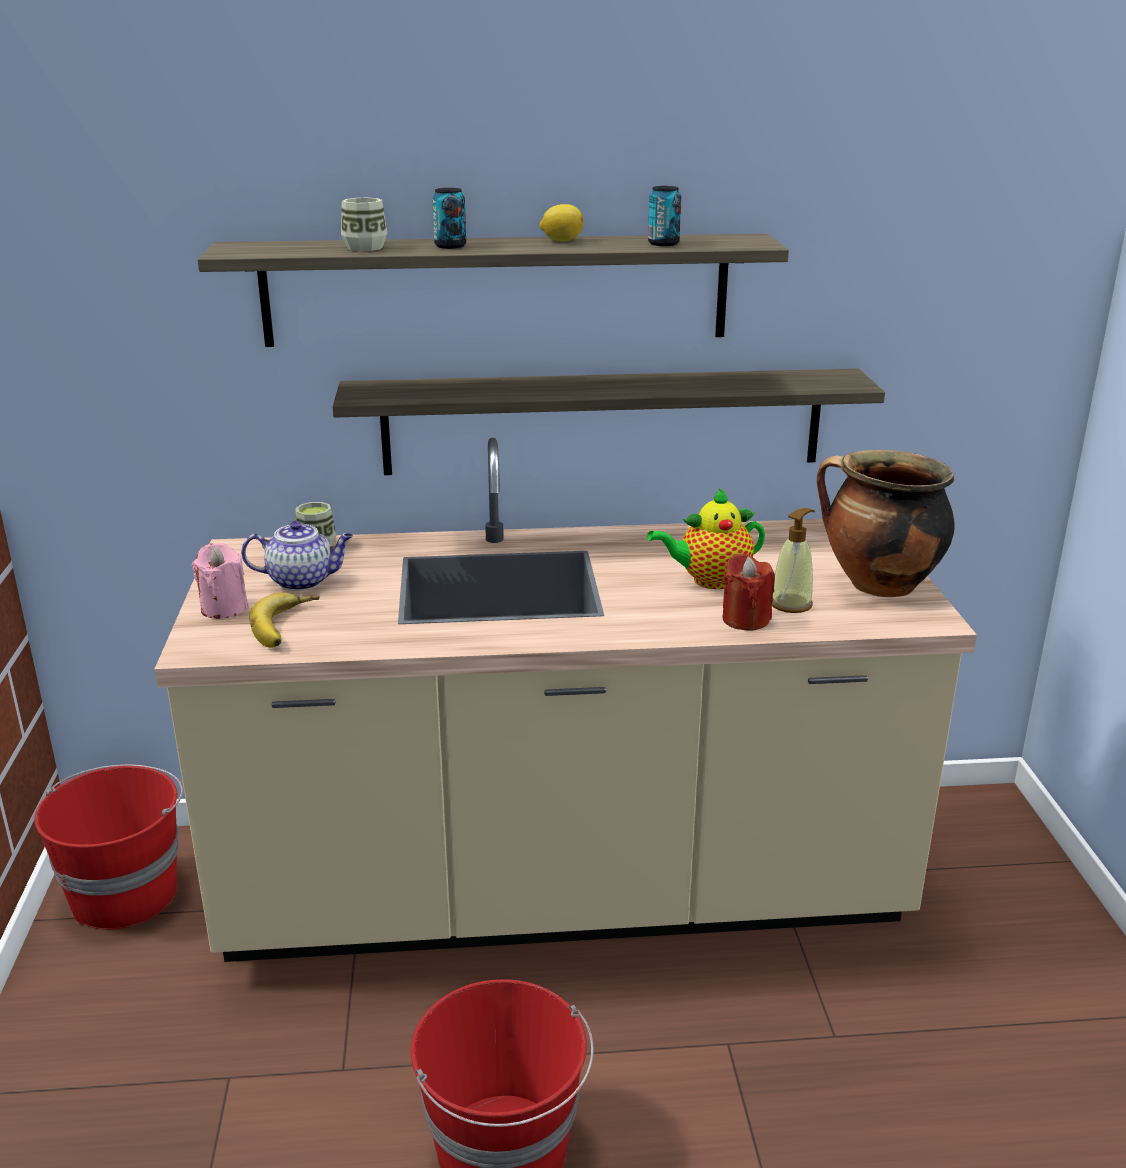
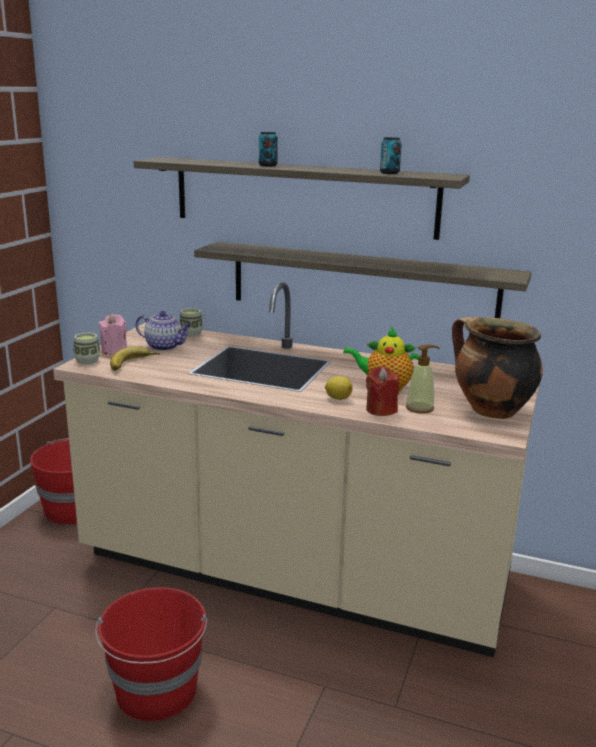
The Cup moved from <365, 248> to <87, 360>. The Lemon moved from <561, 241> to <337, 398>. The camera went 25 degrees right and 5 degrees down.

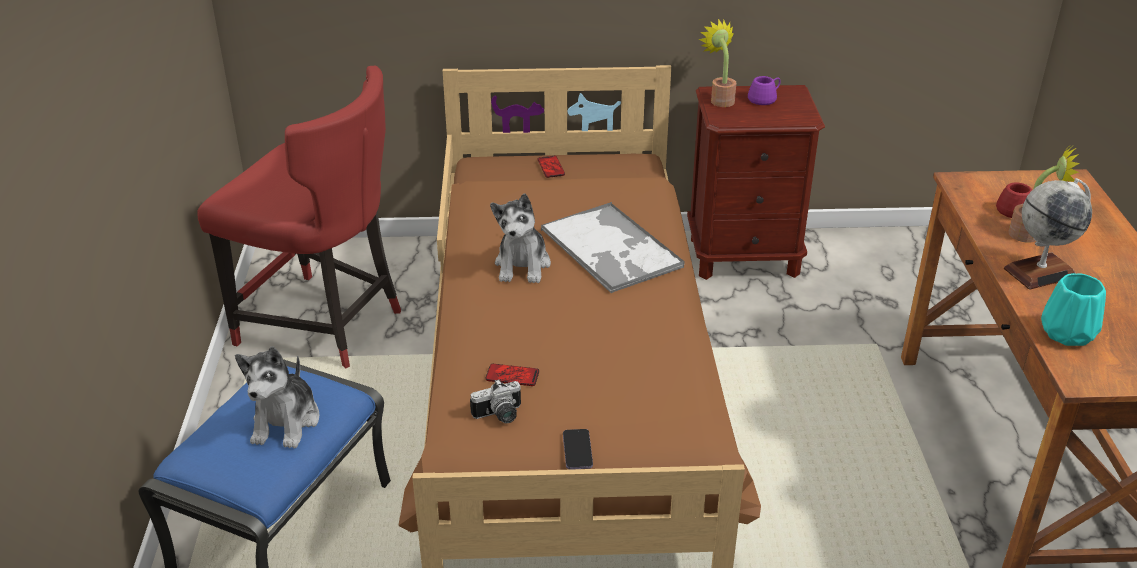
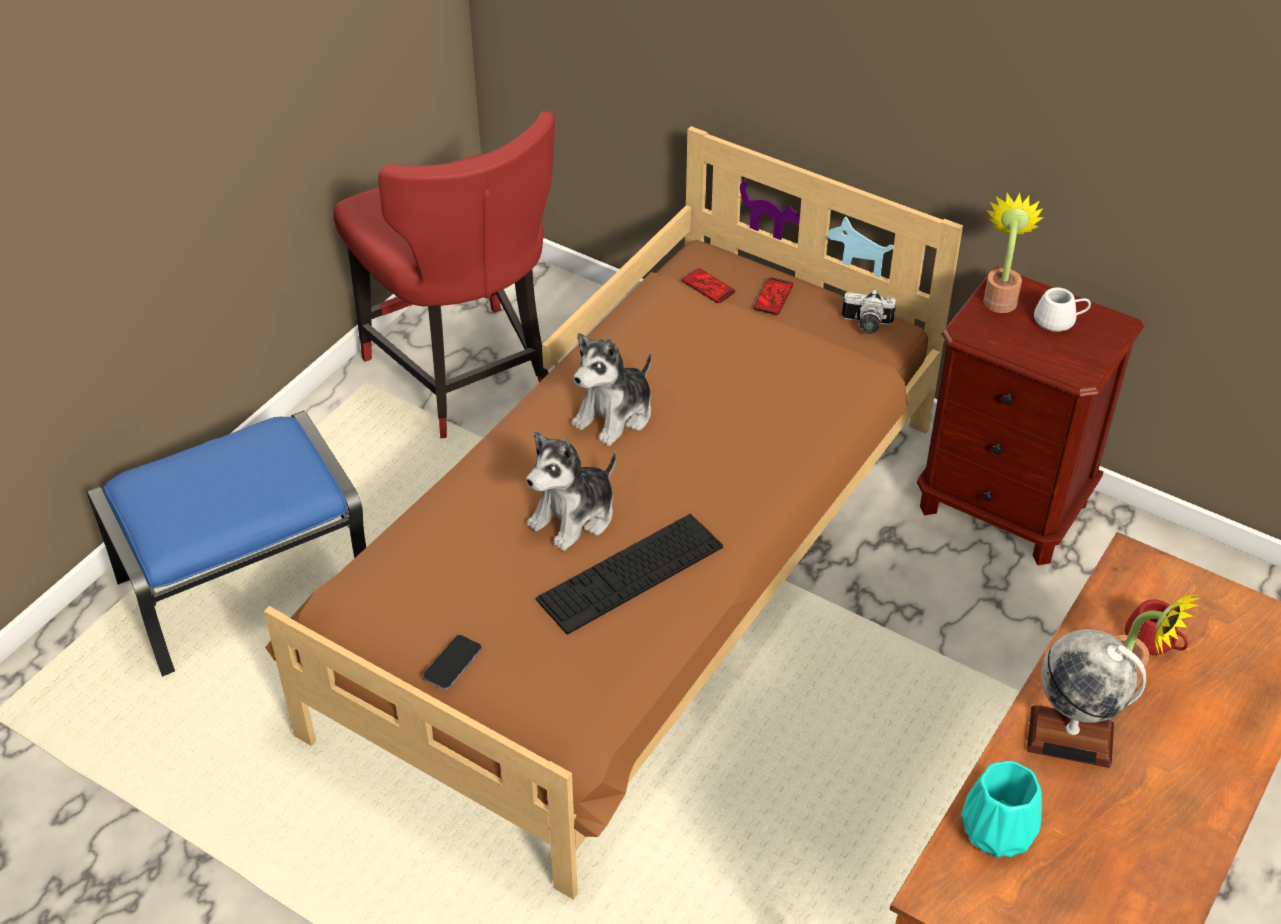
The CarryingTray at <612, 249> disappeared. The Keyboard at <630, 573> appeared. The CuddlyToy moved from <286, 422> to <574, 516>. The StillCamera moved from <499, 416> to <866, 325>. The Handset moved from <512, 376> to <708, 287>. The PurpleColouredTeaMug at <765, 99> became the WhiteTeaMug at <1060, 320>. The camera went 35 degrees right and 10 degrees up.

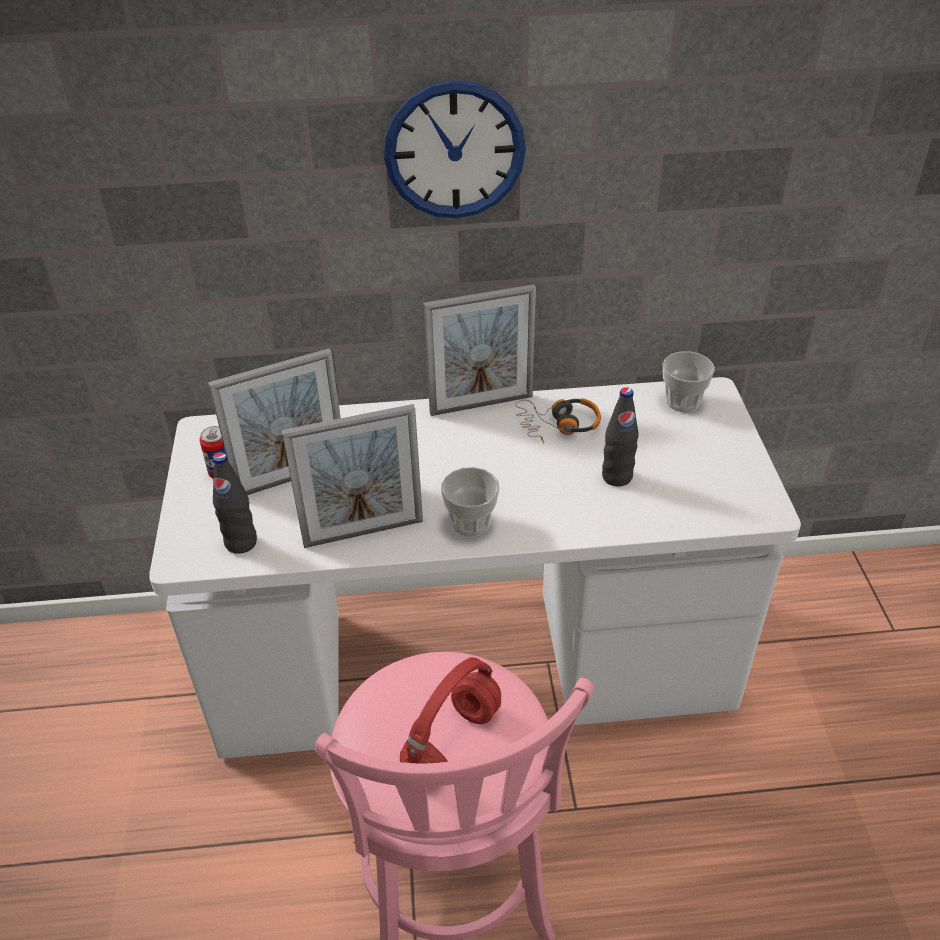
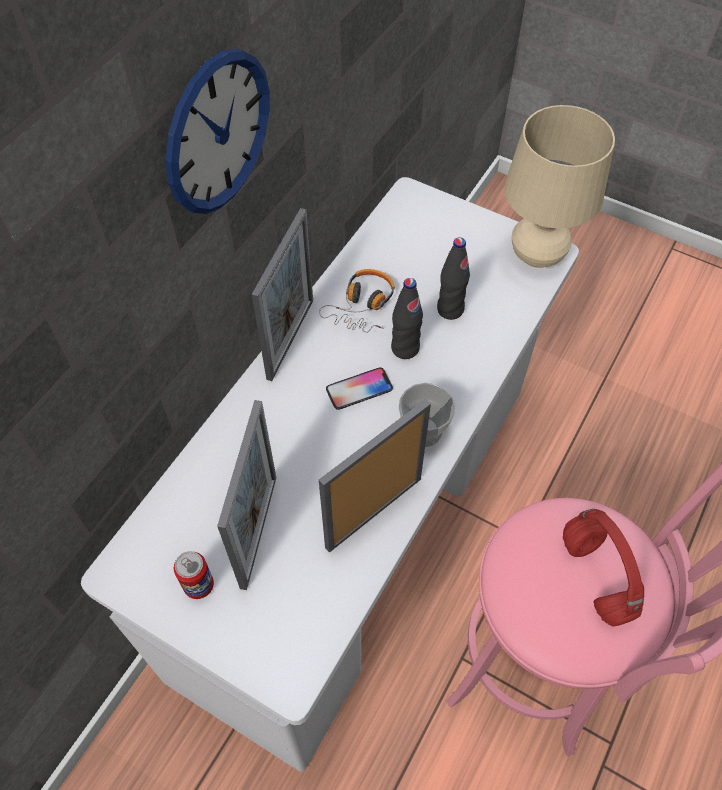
The Cup at <682, 401> disappeared. The Handset at <359, 389> appeared. The SandColouredTabletopLamp at <536, 256> appeared. The BlackColouredBottle moved from <241, 542> to <405, 348>. The PictureFrame at <363, 532> turned 150 degrees counterclockwise. The camera went 55 degrees left and 15 degrees up.

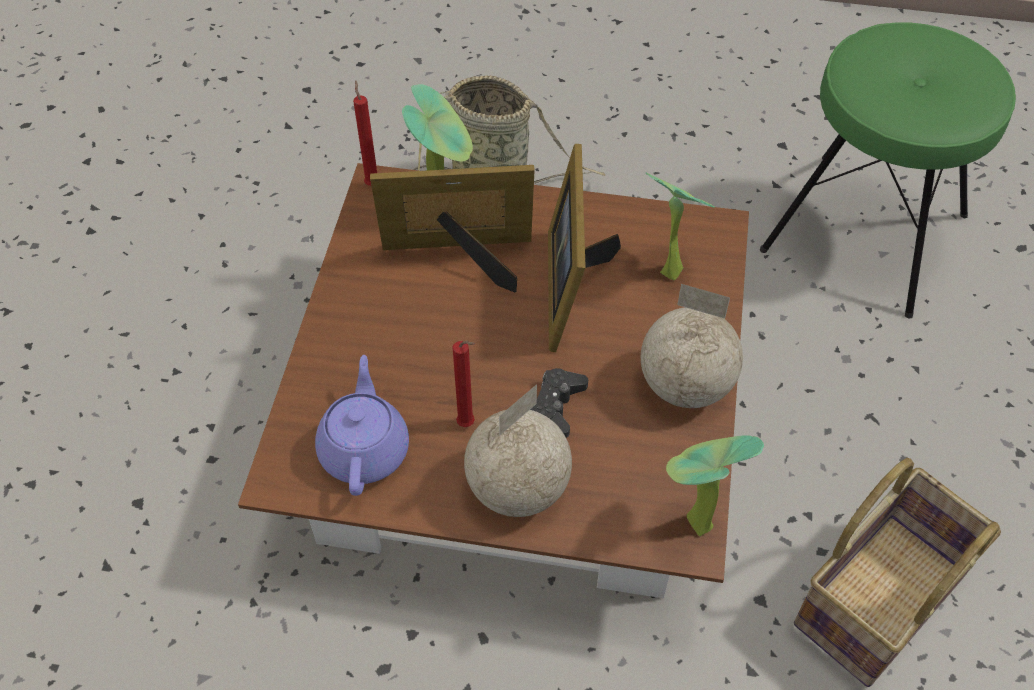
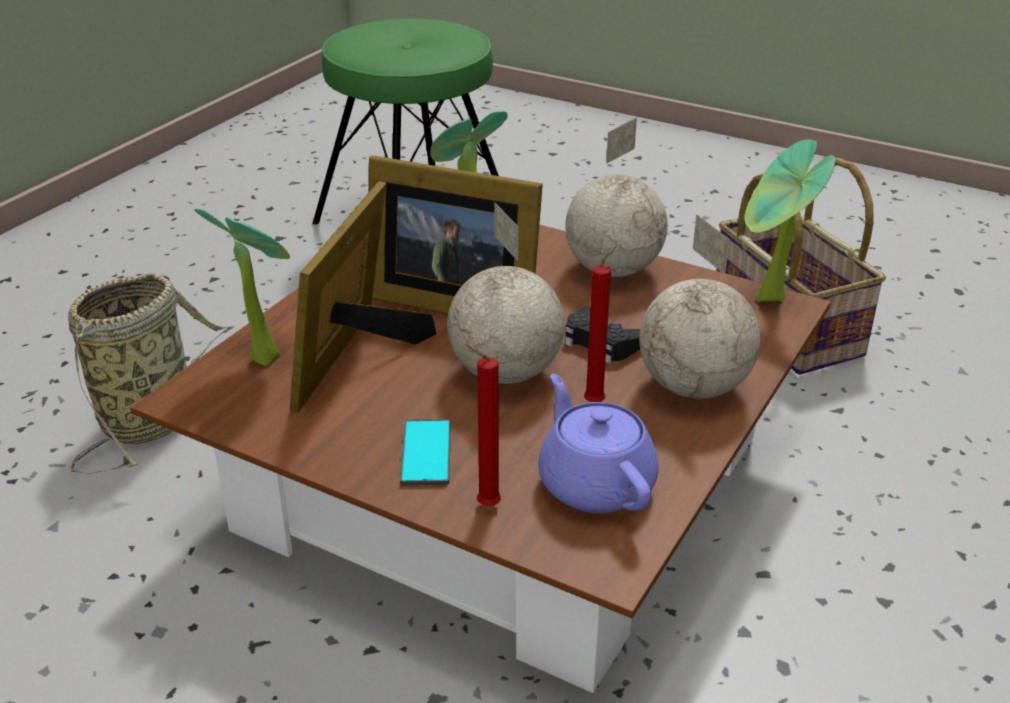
The Handset at <426, 453> appeared. The Globe at <505, 374> appeared. The RedColouredWaxCandle moved from <372, 183> to <484, 505>. The PurpleColouredPotForTea at <365, 449> turned 45 degrees clockwise. The camera went 70 degrees left and 20 degrees down.

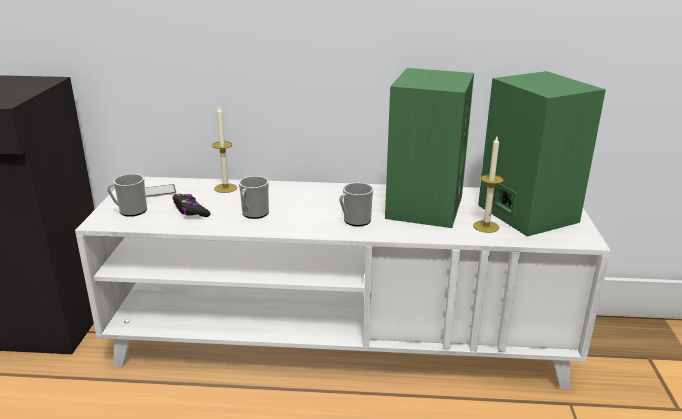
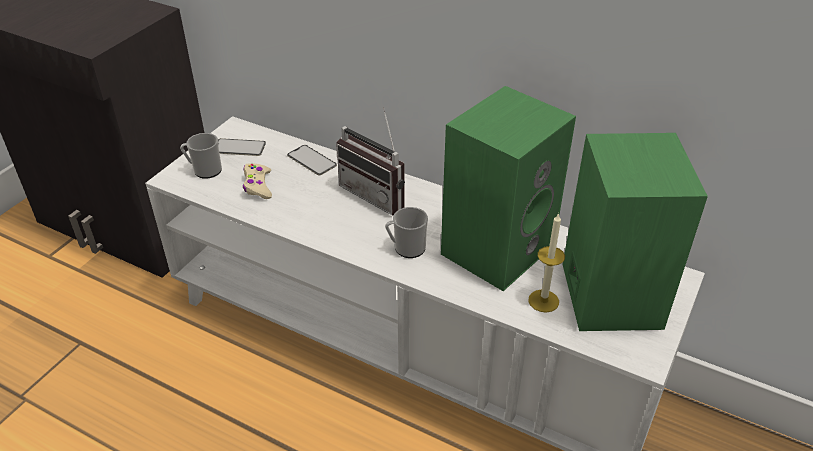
The TeaMug at <253, 214> disappeared. The RadioSet at <378, 194> appeared. The WaxCandle at <225, 188> was replaced by the Handset at <312, 160>. The BlackColouredGameController at <190, 211> became the SandColouredGameController at <258, 186>. The camera went 25 degrees right and 15 degrees up.

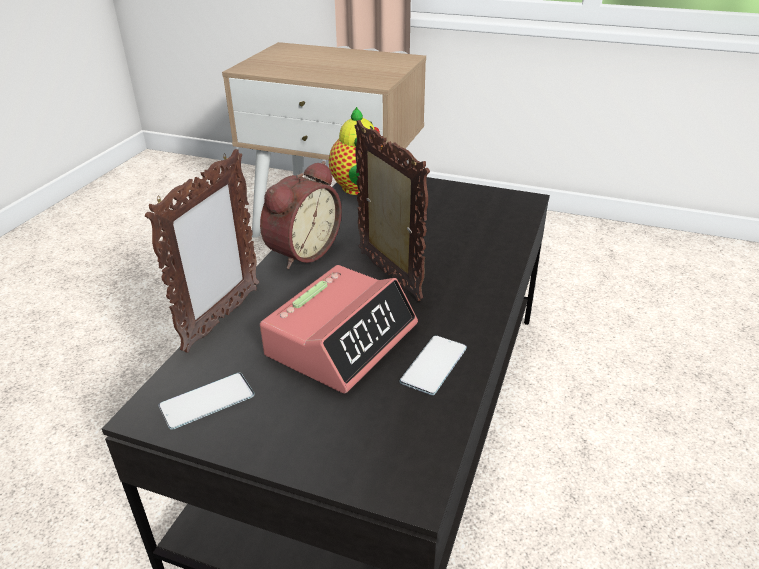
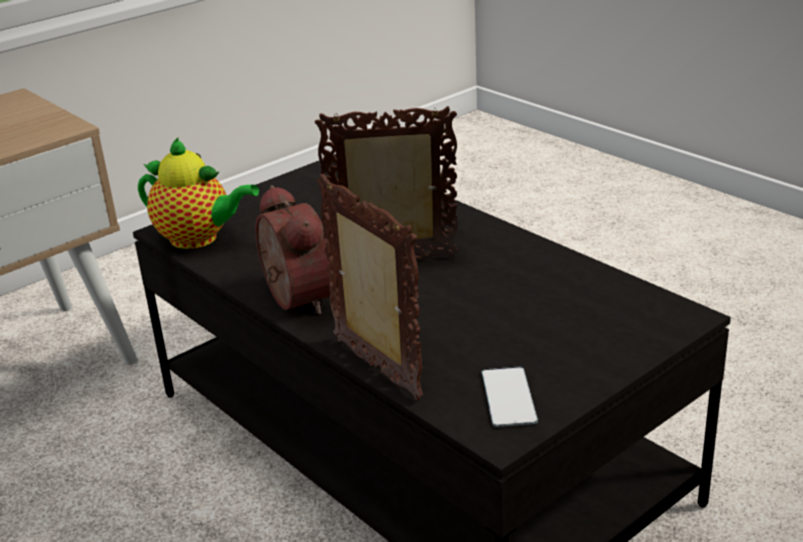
The AlarmClock at <342, 340> disappeared. The Handset at <434, 365> disappeared. The camera went 60 degrees left and 5 degrees down.

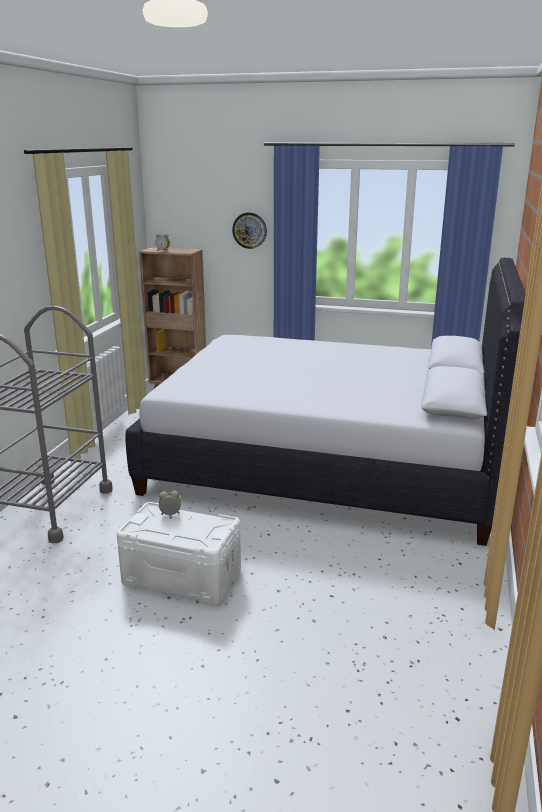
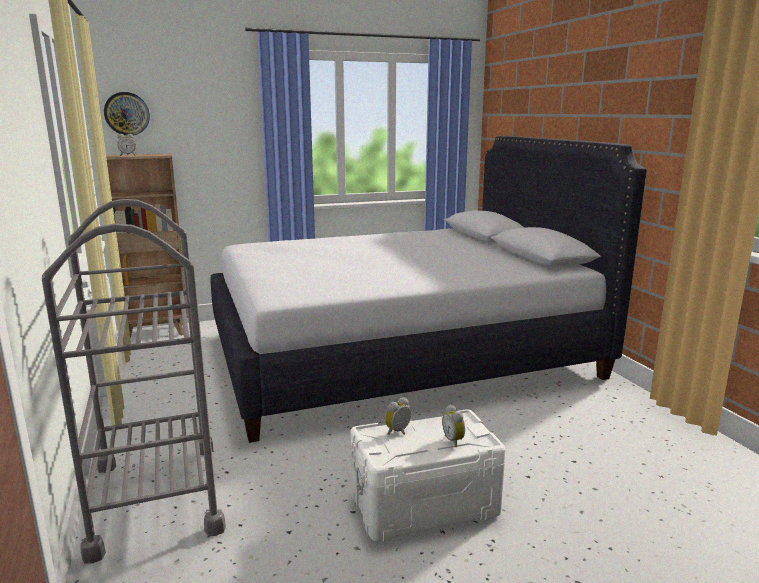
The AlarmClock at <454, 441> appeared. The ClockOnTheWall moved from <249, 230> to <127, 114>. The camera went 35 degrees left and 5 degrees down.

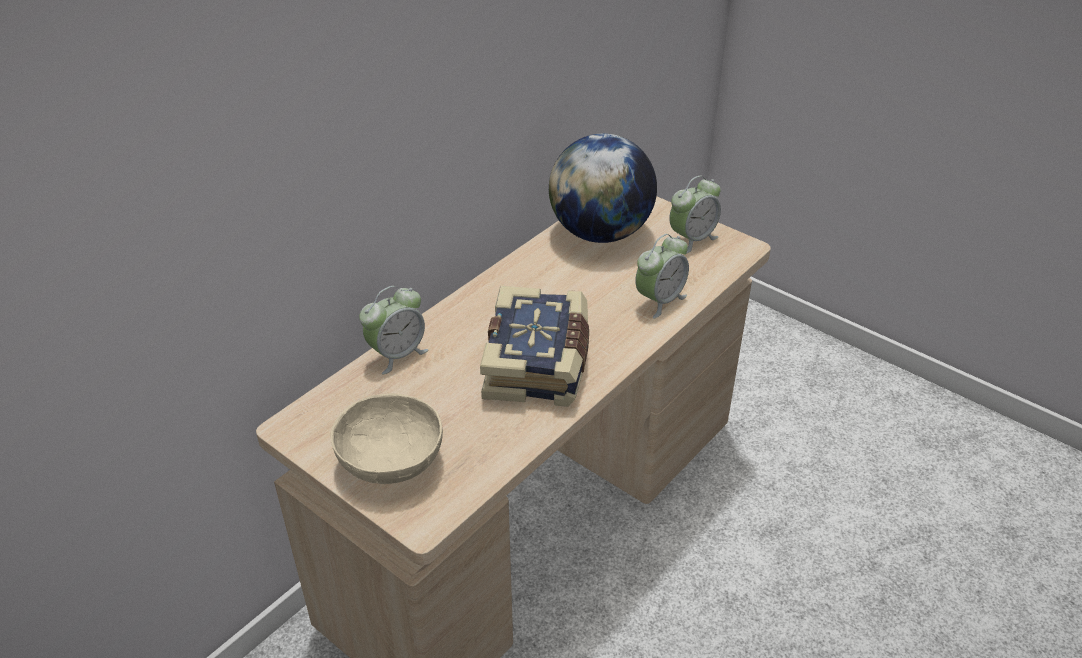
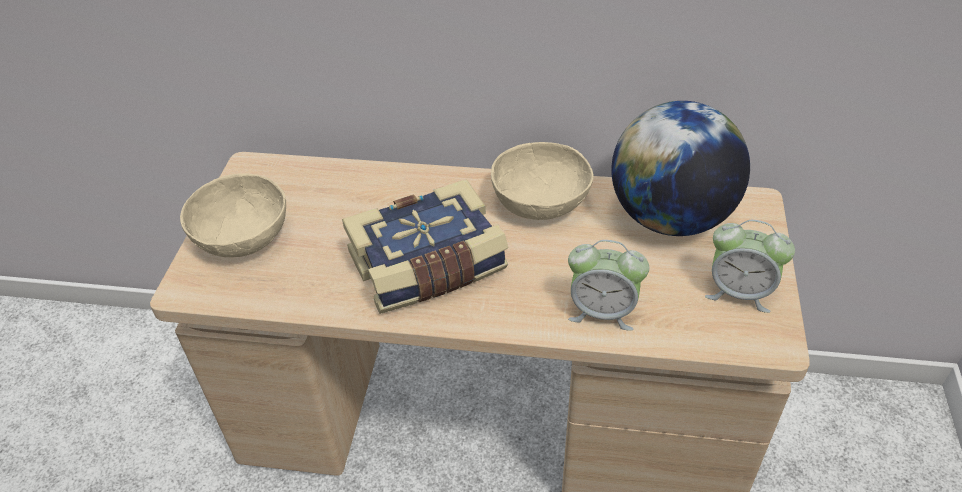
The AlarmClock at <397, 354> disappeared. The SandColouredBowl at <541, 202> appeared. The camera went 60 degrees right and 5 degrees up.

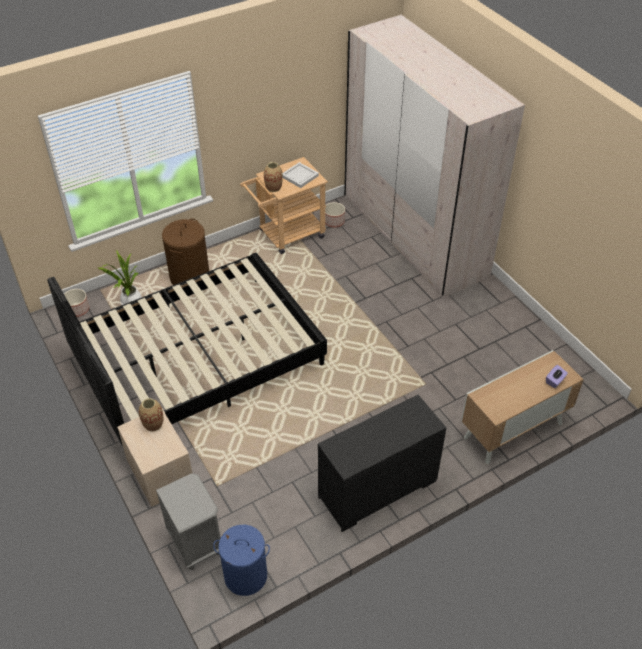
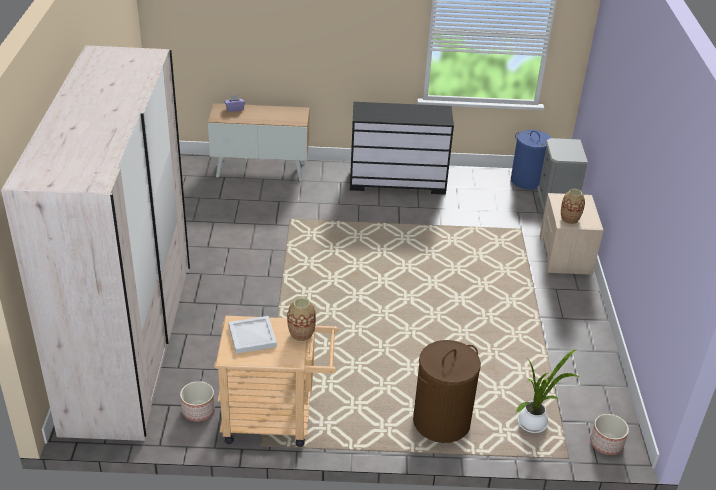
The BlackColouredBed at <197, 358> disappeared. The camera went 150 degrees left and 10 degrees down.

